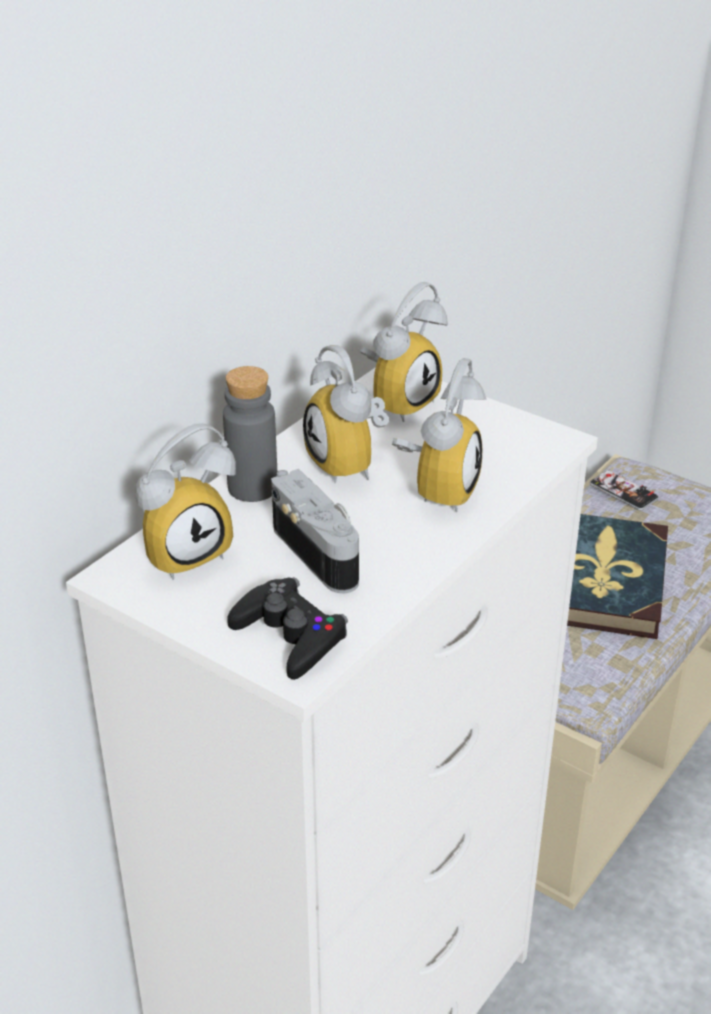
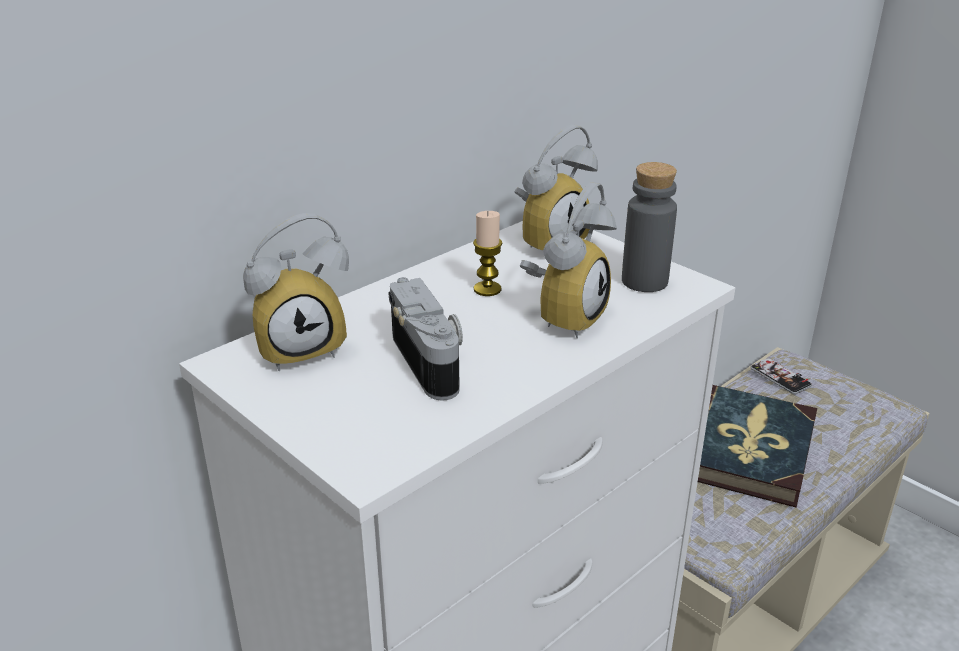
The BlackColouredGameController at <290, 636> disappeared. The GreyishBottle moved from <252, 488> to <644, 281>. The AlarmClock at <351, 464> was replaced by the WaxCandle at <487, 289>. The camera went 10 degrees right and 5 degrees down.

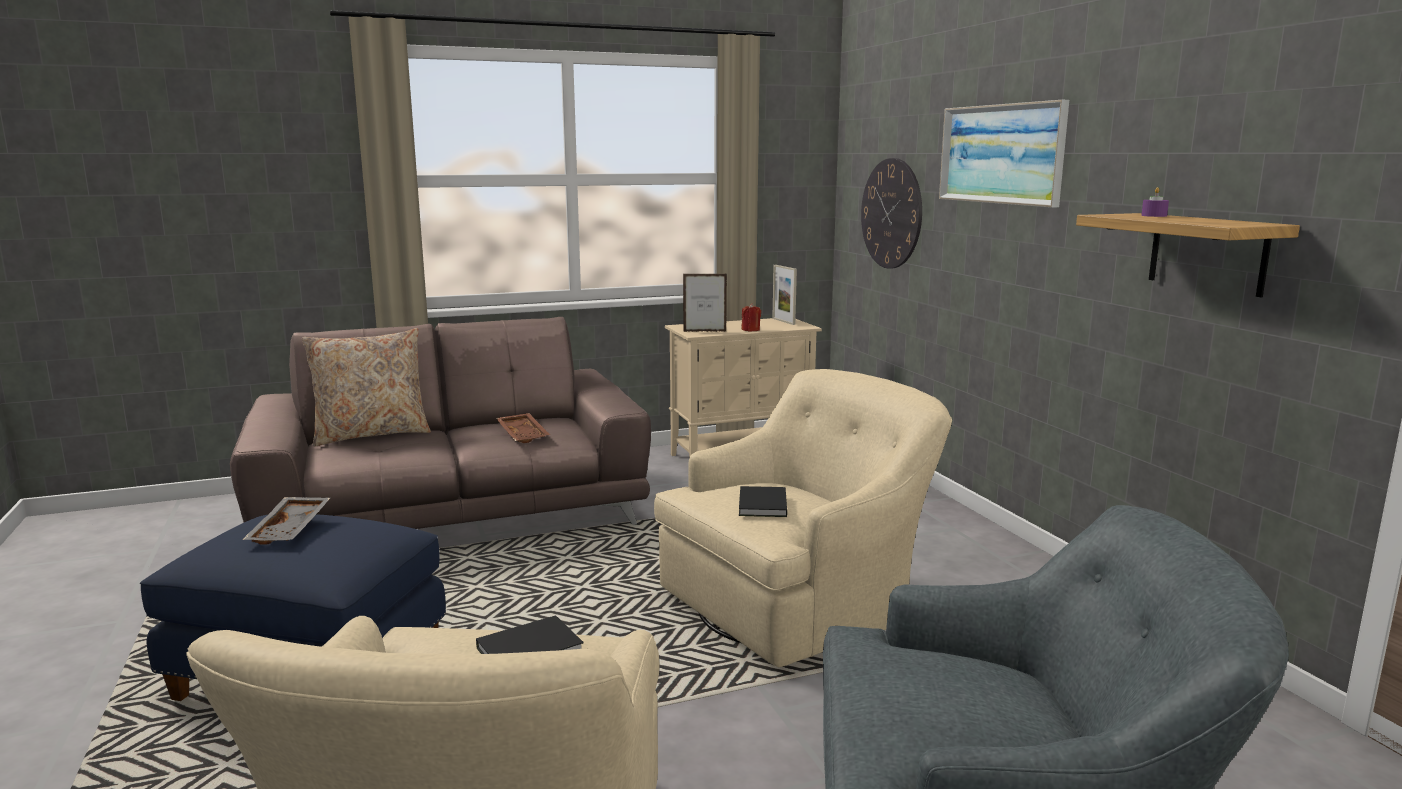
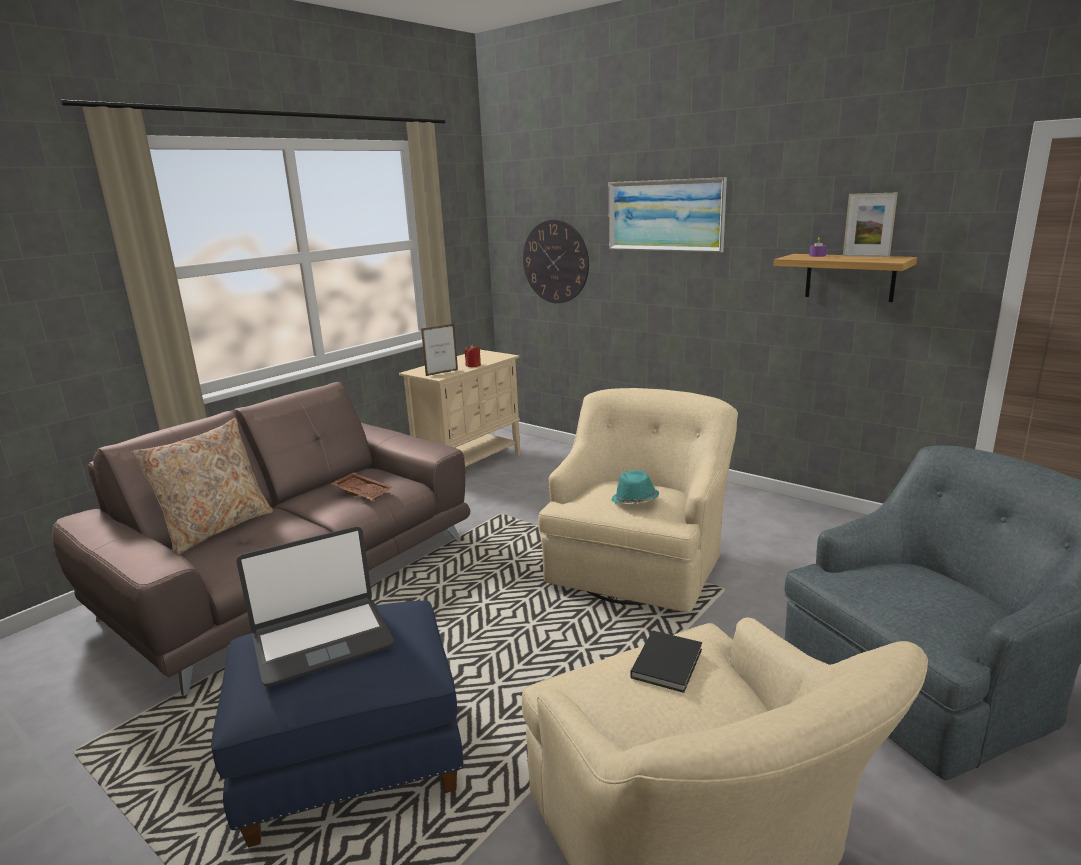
The PictureFrame moved from <783, 321> to <865, 256>. The GreyishCarryingTray at <291, 530> was replaced by the PortableComputer at <322, 640>. The BlackColouredVolume at <761, 505> was replaced by the TurquoiseColouredWearableHat at <634, 501>. The camera went 30 degrees left and 5 degrees up.

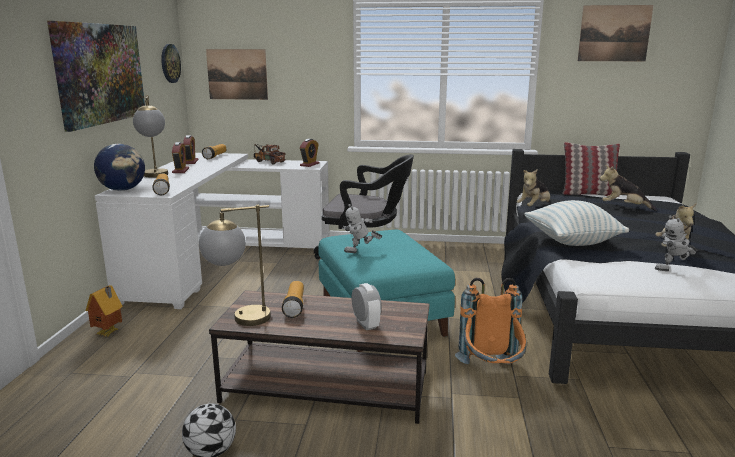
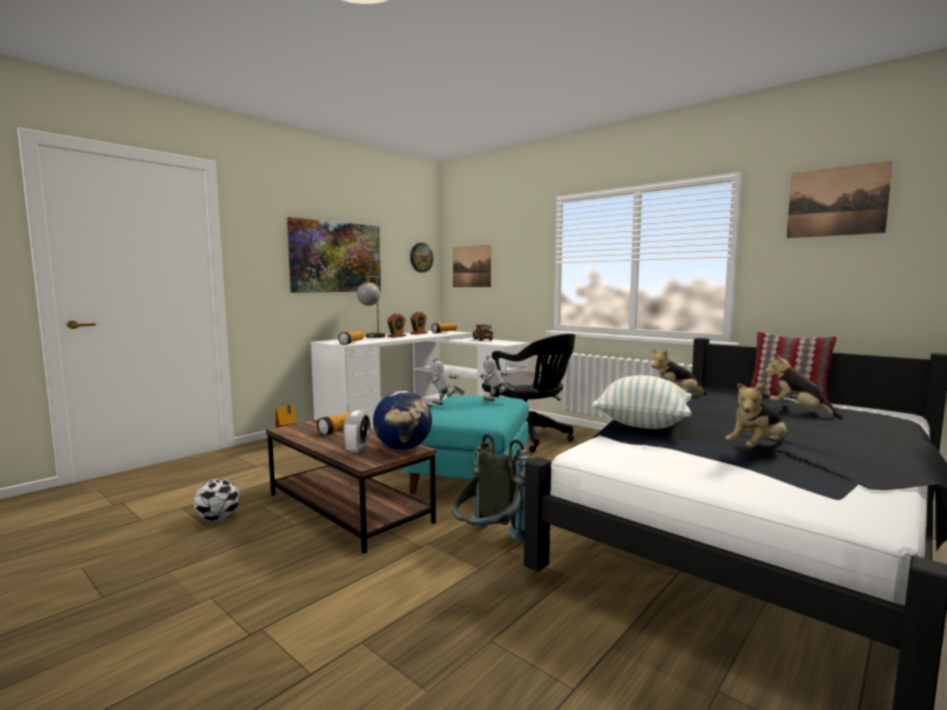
The TabletopLamp at <239, 320> disappeared. The AlarmClock at <309, 164> disappeared. The Globe moved from <123, 190> to <403, 448>. The RobotFigure moved from <673, 271> to <496, 401>. The OrangeRucksack at <491, 373> became the GreyishRucksack at <489, 542>. The camera went 35 degrees right and 10 degrees down.

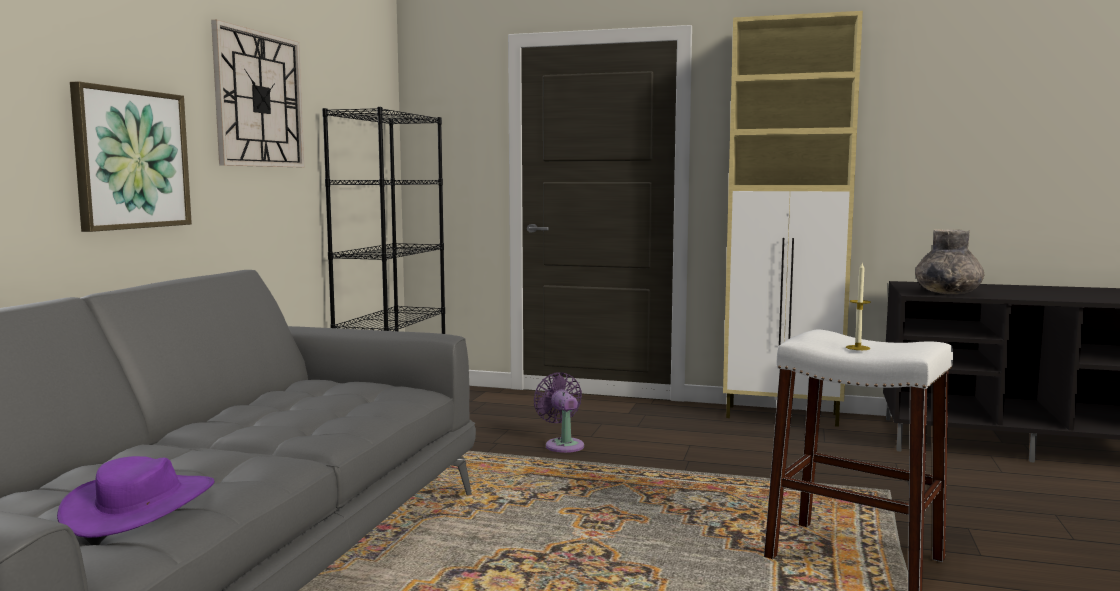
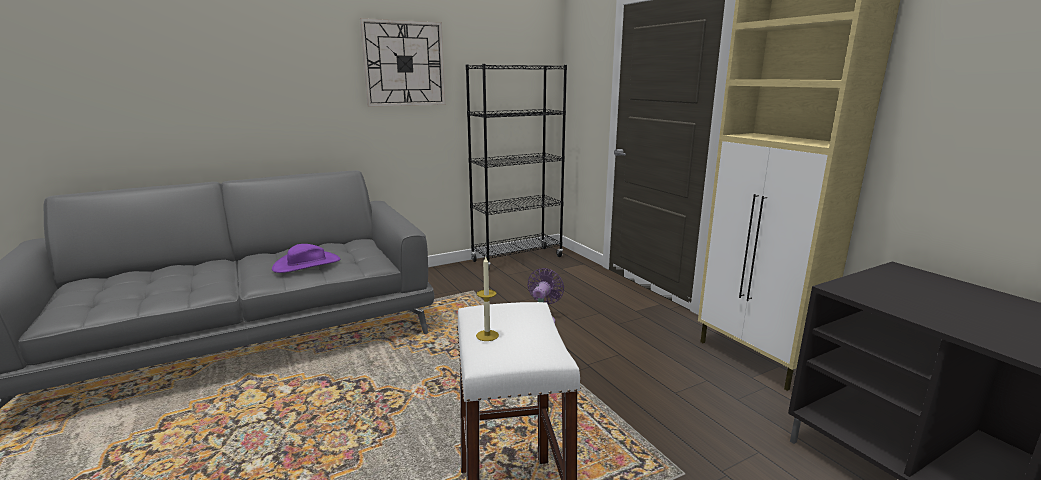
The WallPicture at <131, 159> disappeared. The GreyishFlowerVase at <947, 293> disappeared. The PurpleColouredWearableHat moved from <141, 505> to <307, 264>. The camera went 45 degrees right and 10 degrees up.

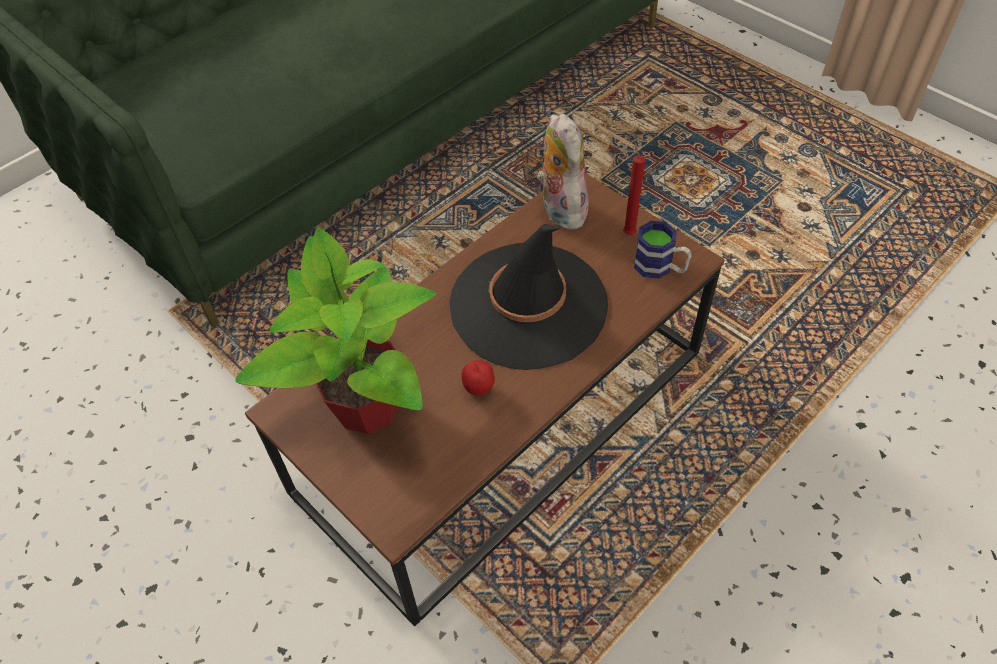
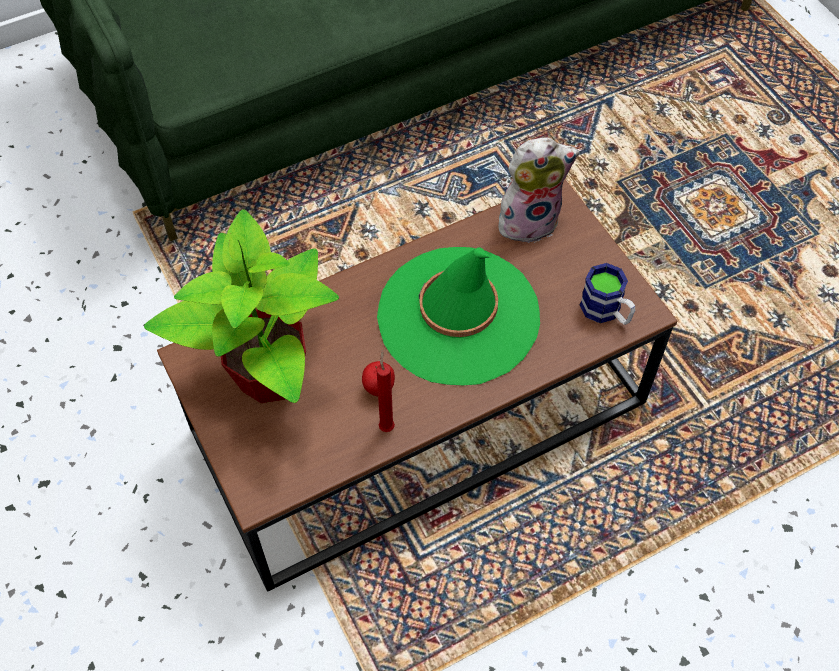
The RedColouredWaxCandle moved from <628, 232> to <386, 425>. The BlackColouredWearableHat at <528, 305> became the GreenWearableHat at <458, 316>. The CuddlyToy at <560, 209> turned 75 degrees clockwise. The camera went 15 degrees right and 5 degrees up.

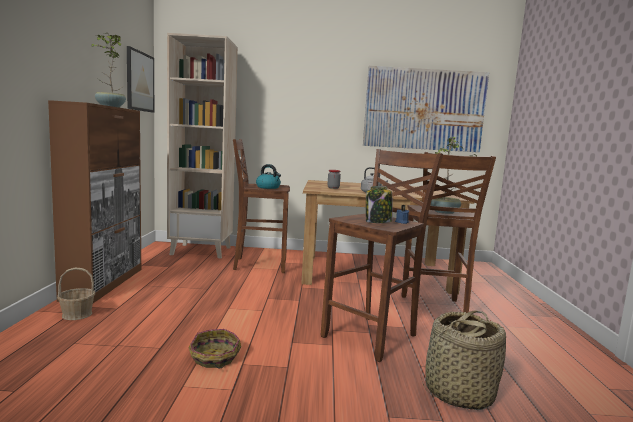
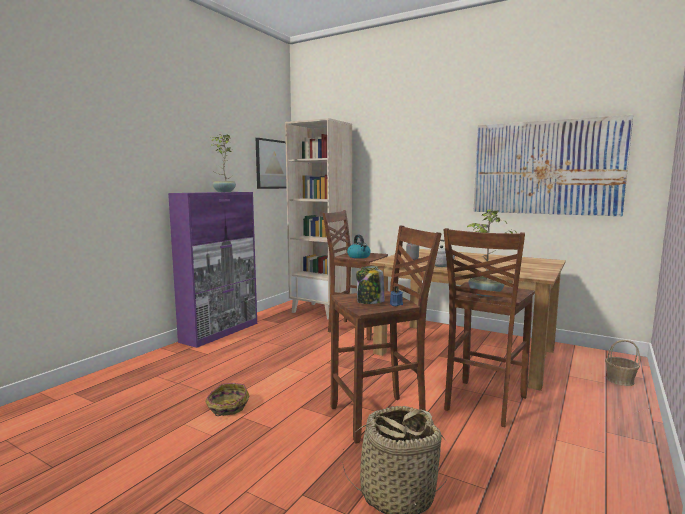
The HouseholdBasket moved from <77, 314> to <620, 380>. The BrownCabinet at <104, 283> became the PurpleColouredCabinet at <220, 332>. The camera went 30 degrees right and 0 degrees up.

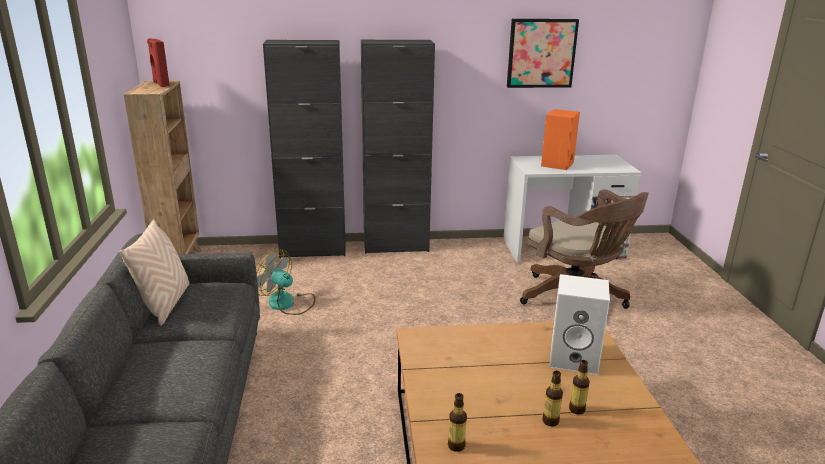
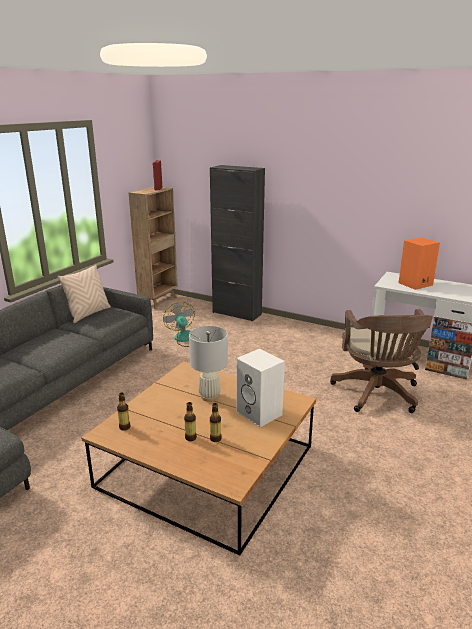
The BlackColouredCabinet at <396, 246> disappeared. The WallPicture at <541, 53> disappeared. The WhiteTabletopLamp at <209, 396> appeared. The camera went 35 degrees right and 0 degrees up.

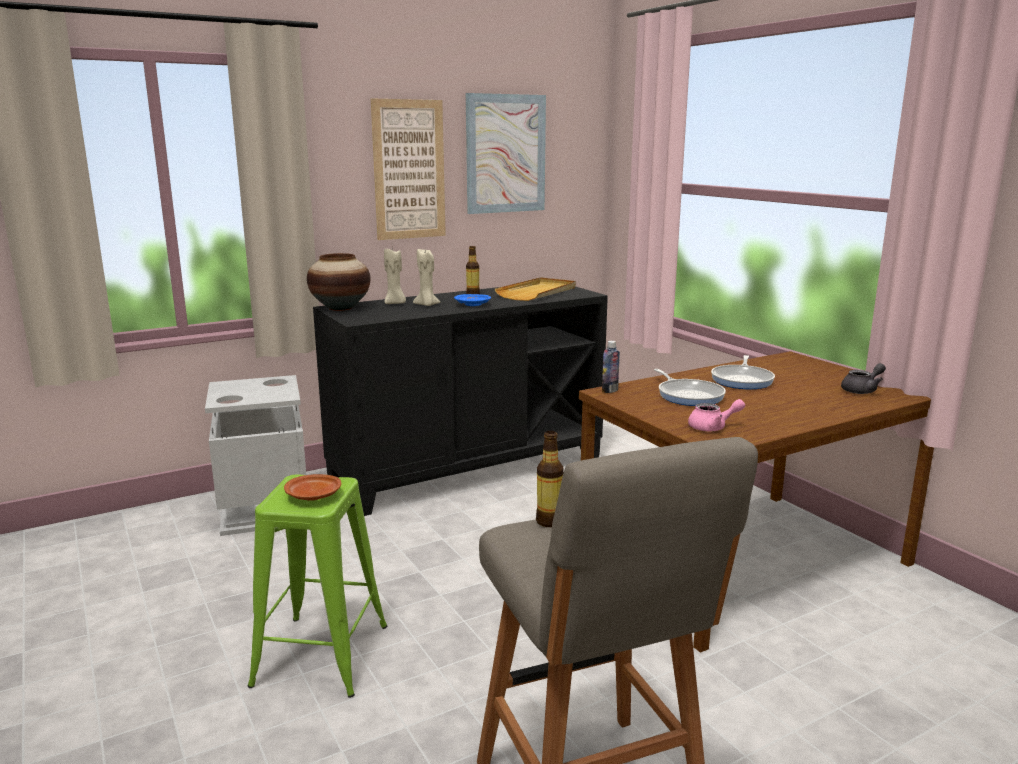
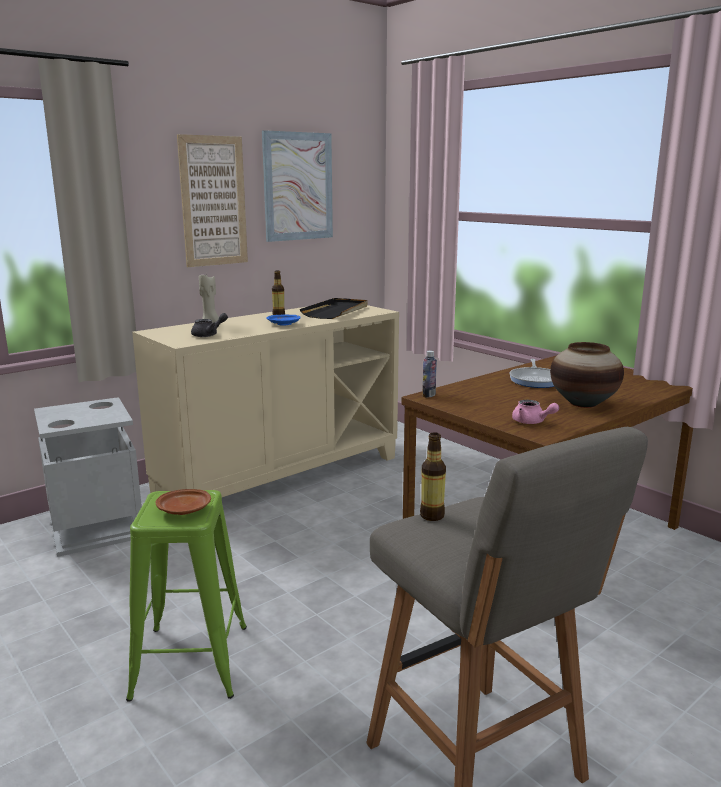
The SandColouredWaxCandle at <427, 305> disappeared. The Pan at <689, 395> disappeared. The FlowerVase moved from <340, 308> to <583, 403>. The GreyishPotForTea moved from <862, 390> to <208, 335>. The BlackColouredCabinet at <467, 469> became the SandColouredCabinet at <279, 475>. The SandColouredCarryingTray at <537, 292> became the BlackColouredCarryingTray at <336, 311>. The PinkishPotForTea at <712, 427> turned 60 degrees clockwise. The camera went 10 degrees left and 0 degrees up.

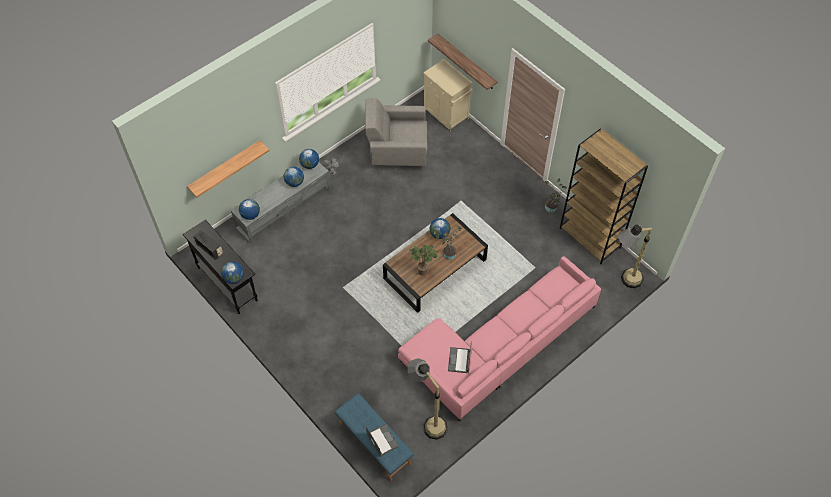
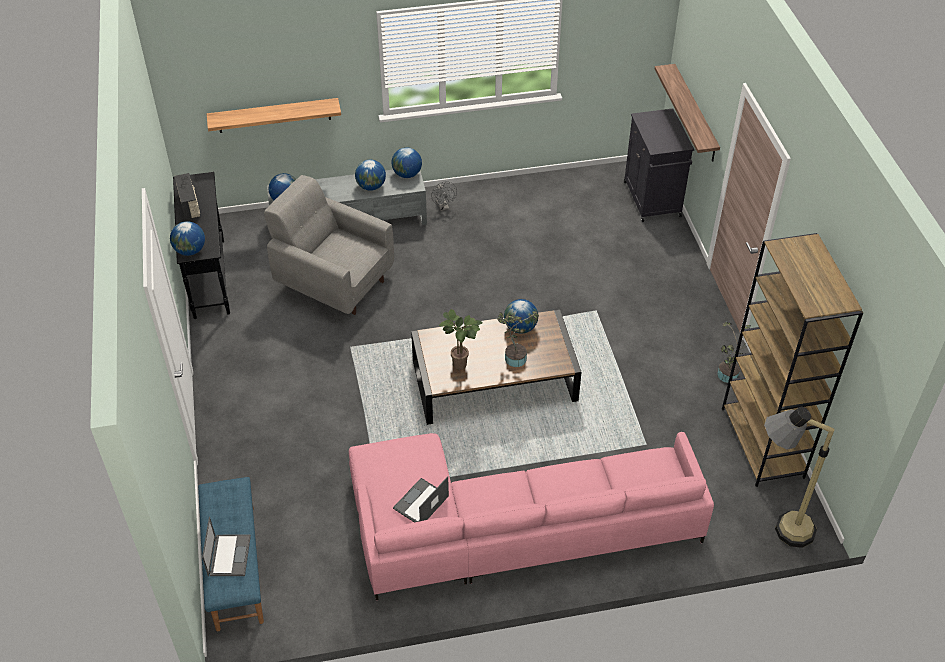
The StandardLamp at <427, 420> disappeared. The GreyishArmchair moved from <397, 151> to <334, 282>. The SandColouredCabinet at <446, 115> became the BlackColouredCabinet at <652, 200>. The camera went 30 degrees right and 10 degrees down.

